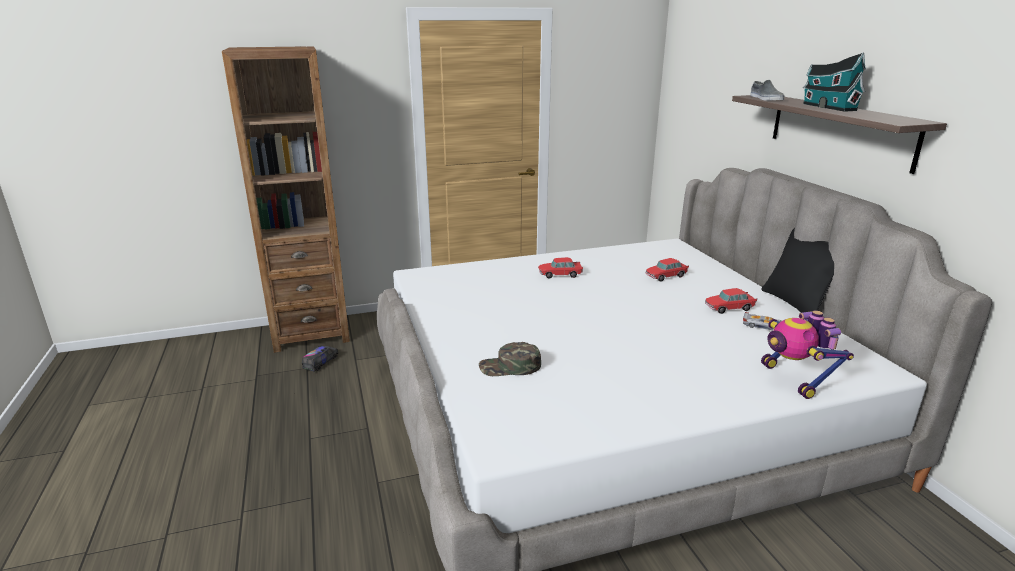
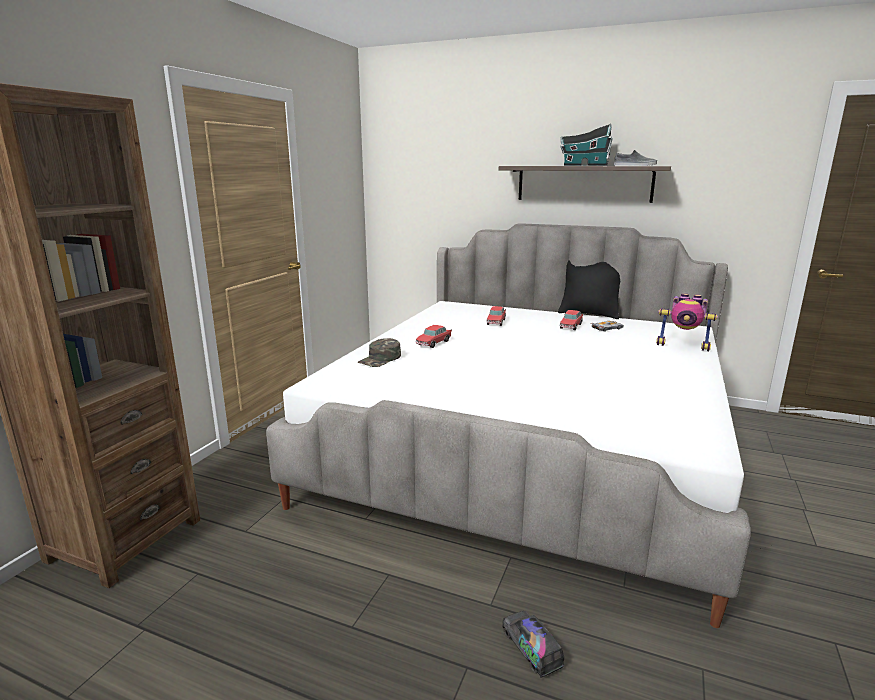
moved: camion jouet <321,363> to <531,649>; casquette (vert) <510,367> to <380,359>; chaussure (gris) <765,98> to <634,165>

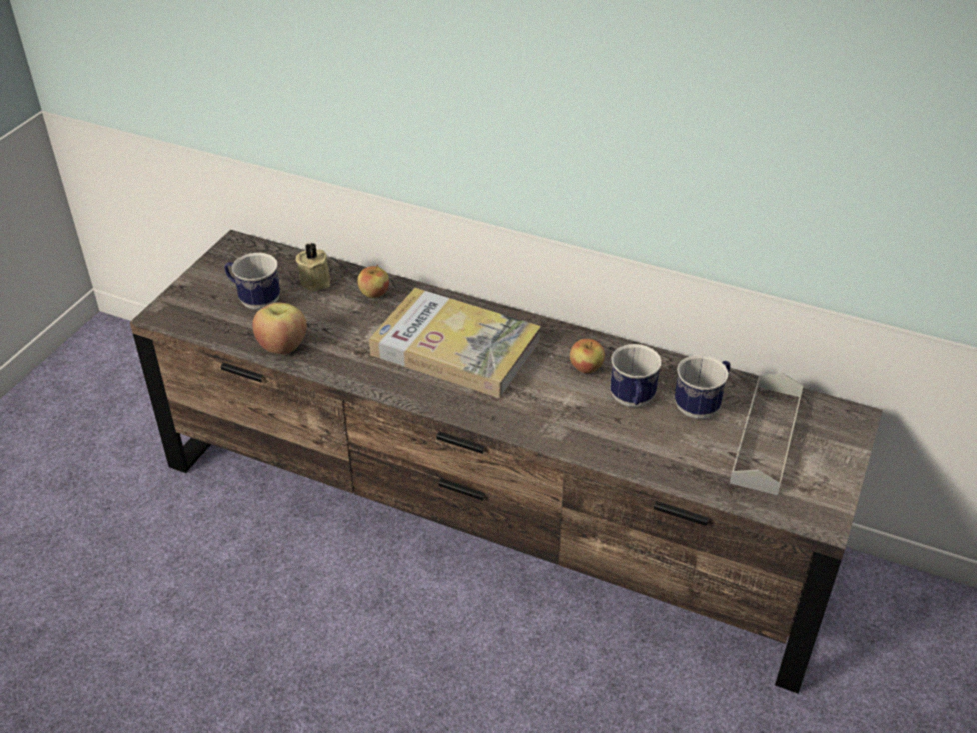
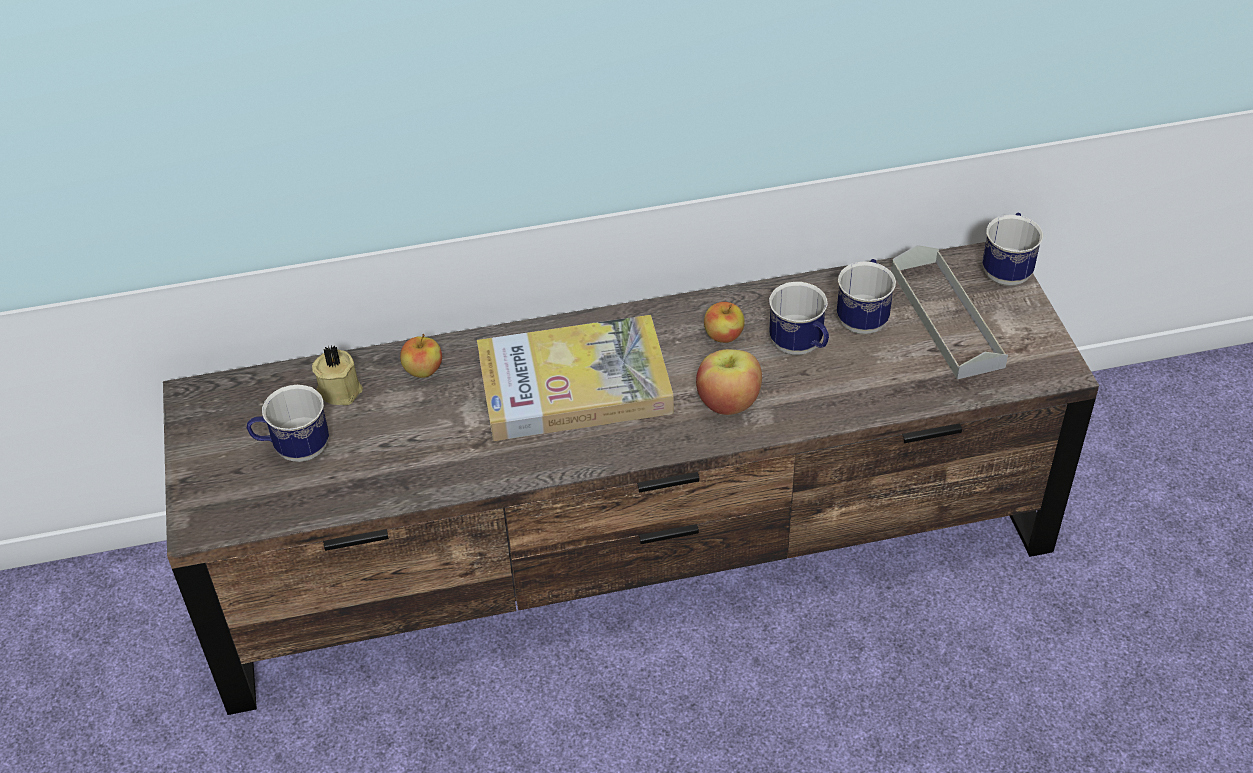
added: mug <1007,270>
moved: pomme <283,345> to <728,402>

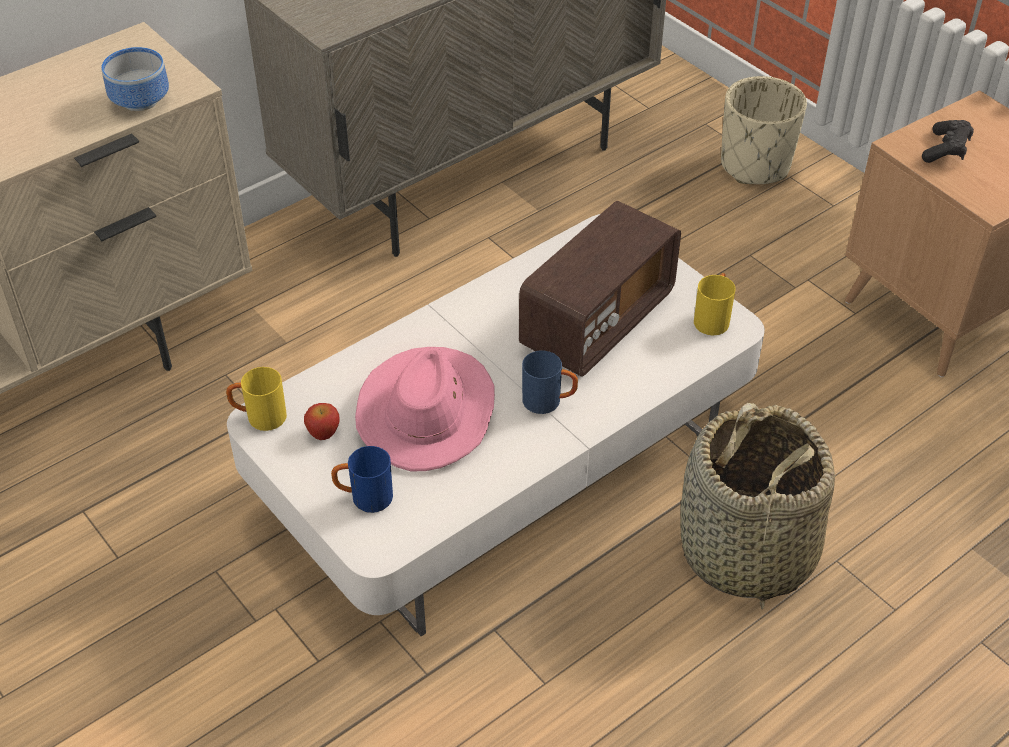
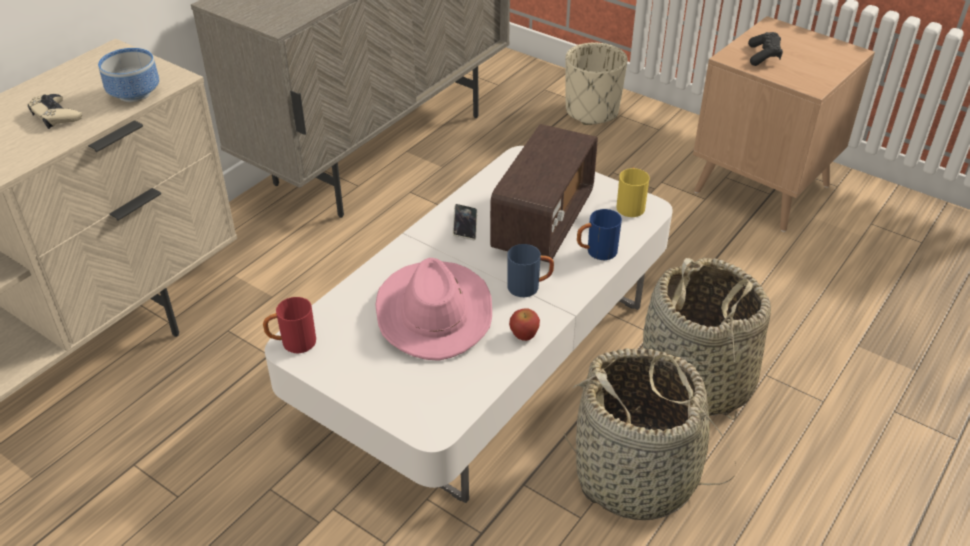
added: manette (beige) <56,115>; téléphone <465,225>; panier <637,476>
moved: pomme <323,432> to <524,334>; mug (bleu) <364,498> to <596,252>
recoloured: mug (jaune) <259,417> to mug (rouge) <292,343>

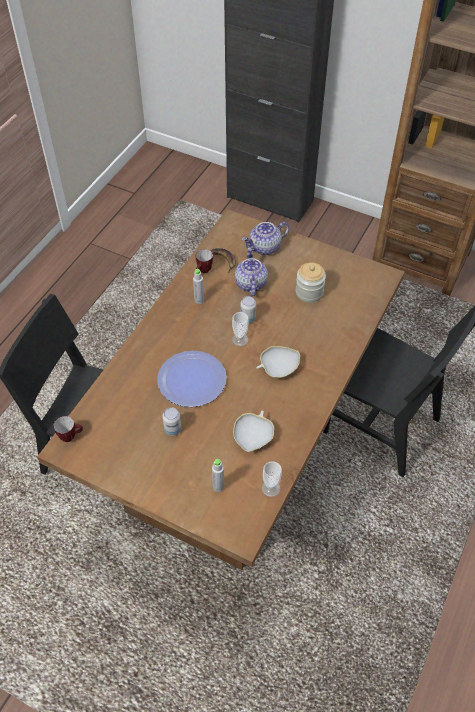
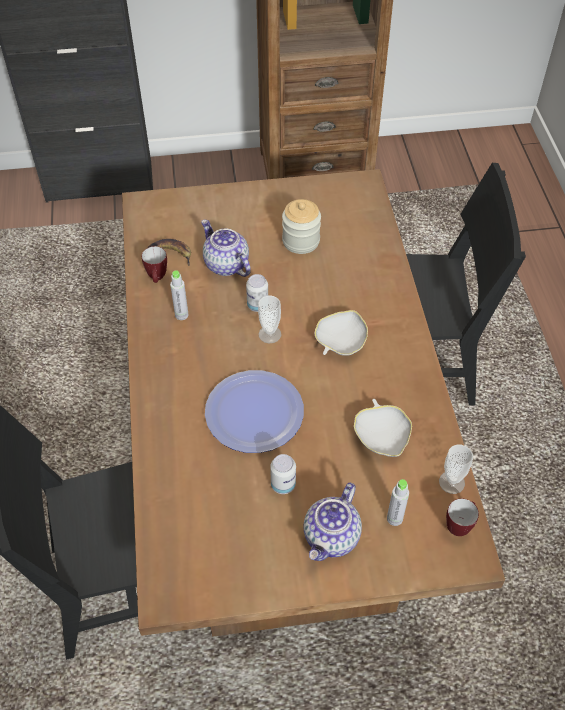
moved: mug <71,436> to <459,525>; théière <265,248> to <332,537>

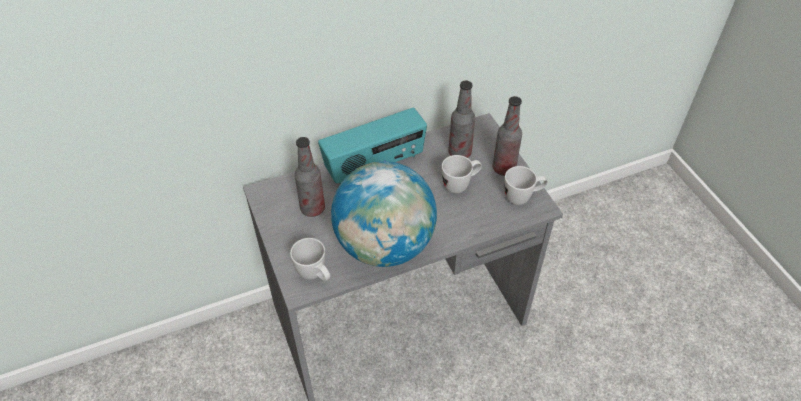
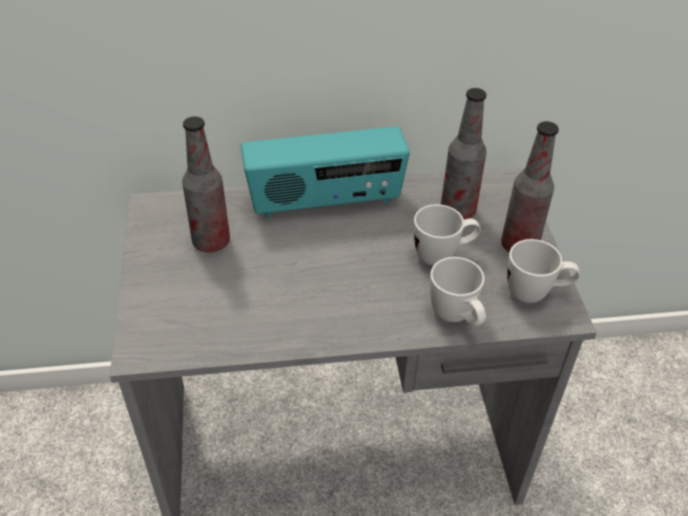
removed: globe <384,245>
moved: mug (blanc) <315,275> to <457,318>

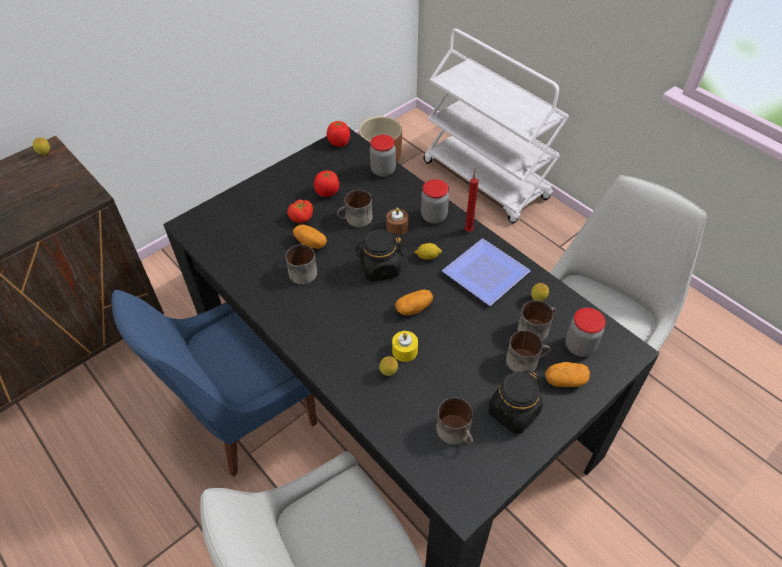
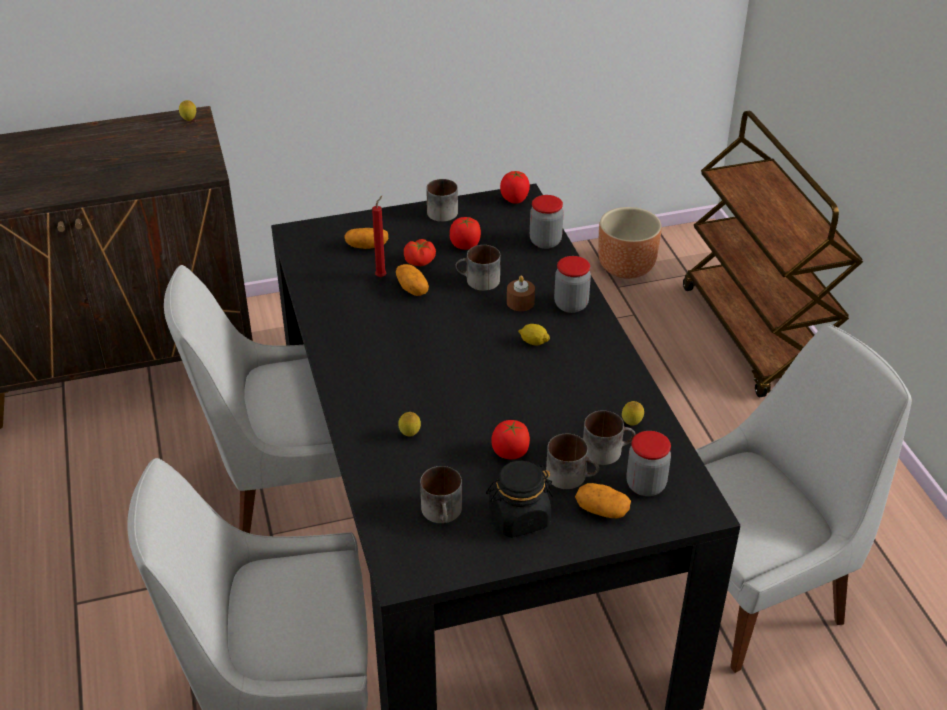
removed: bocal (noir) <380,268>; bougie (jaune) <404,351>; assiette <485,276>
added: tomate <510,453>
moved: mug <300,271> to <441,210>; pomme de terre <414,308> to <367,246>; bougie (rouge) <468,229> to <382,276>
recoloured: chaise (bleu) <244,414> to chaise (blanc) <289,492>; chariot (blanc) <486,180> to chariot (marron) <756,335>

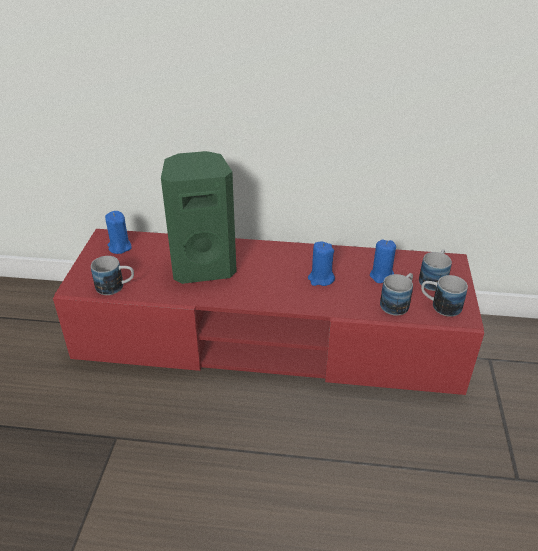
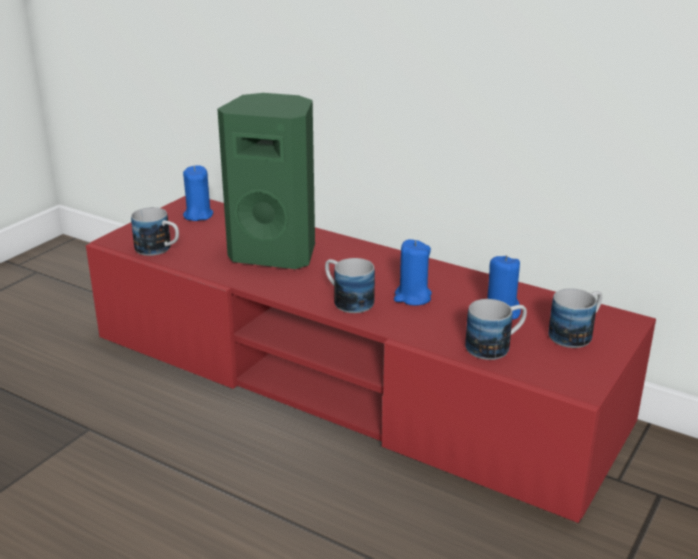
moved: mug <440,306> to <347,300>

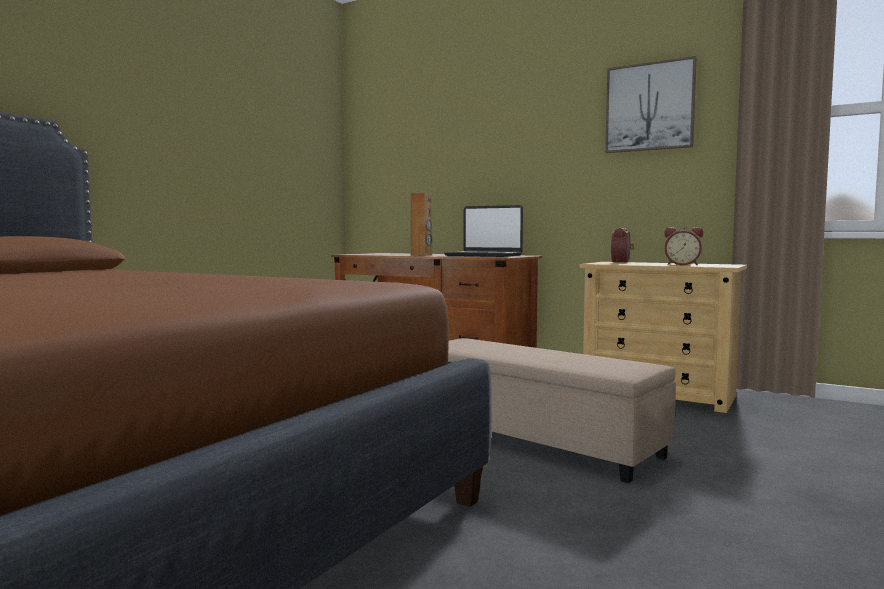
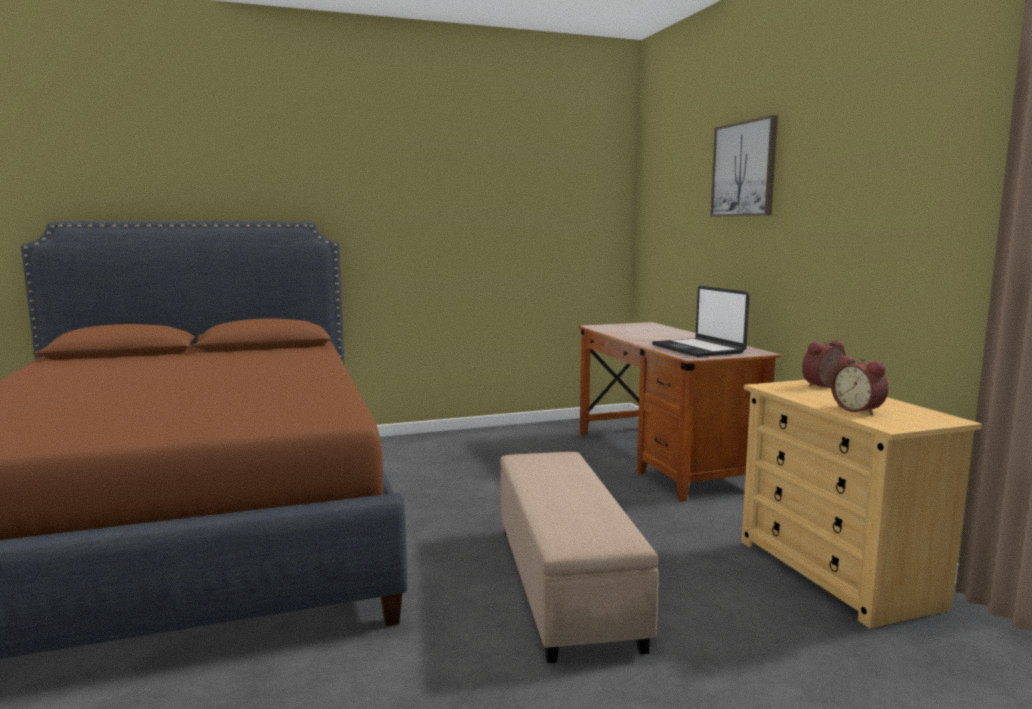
removed: enceinte (marron) <421,255>
moved: tableau <650,107> to <744,169>

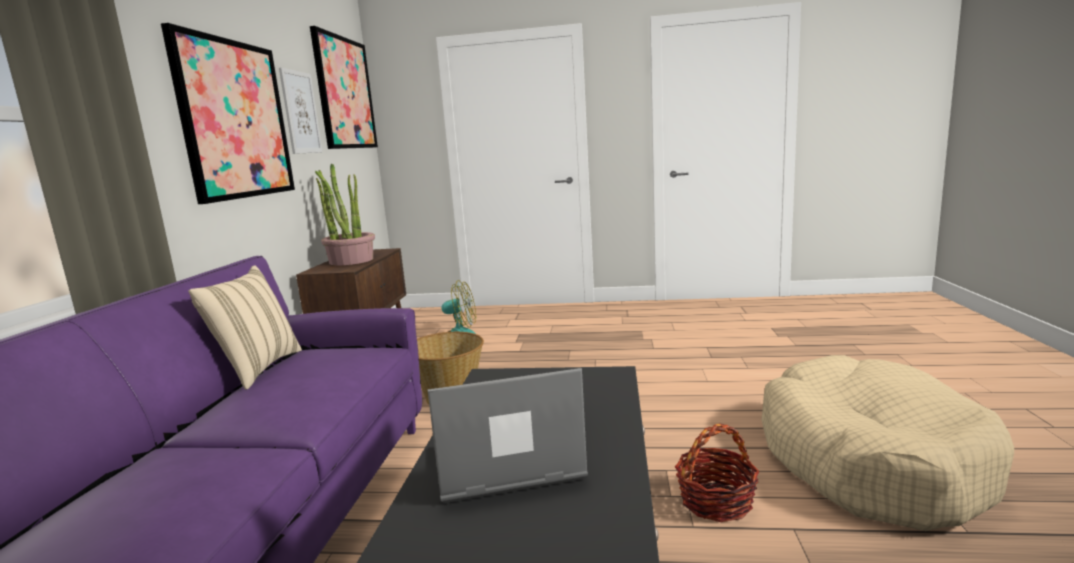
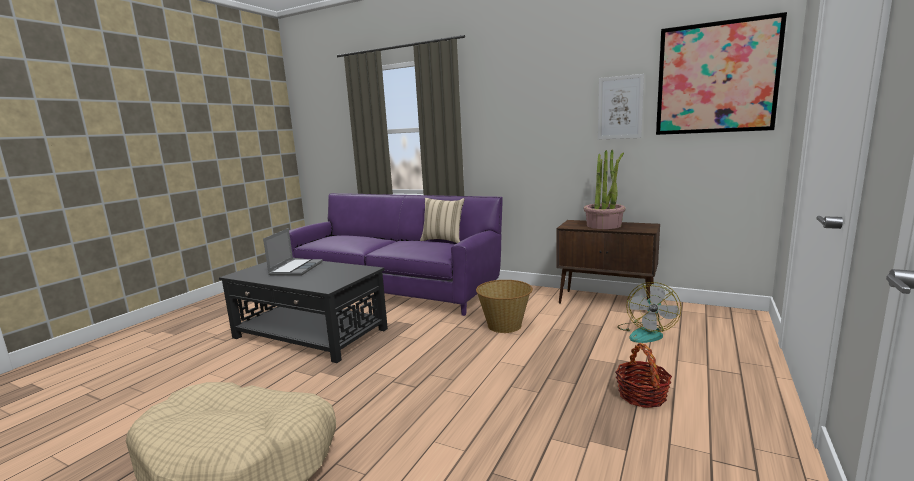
removed: tableau <235,120>
moved: panier <716,501> to <642,395>

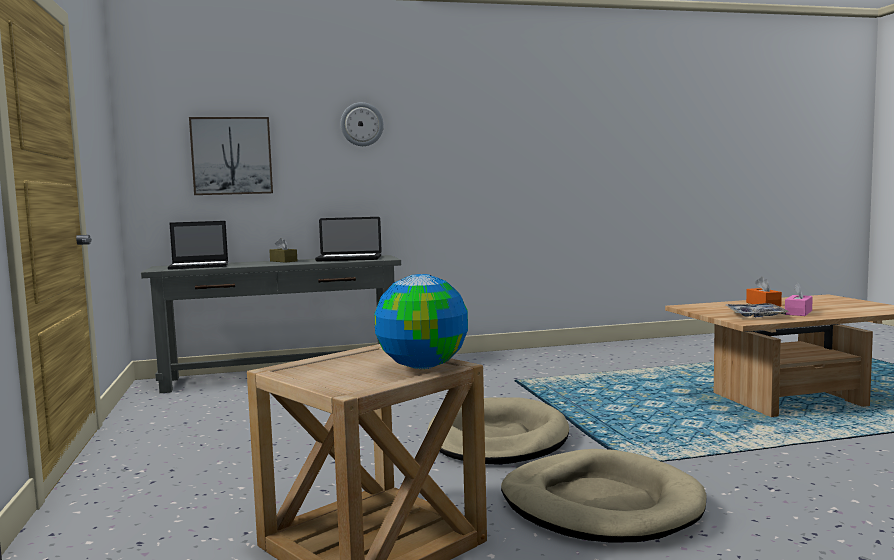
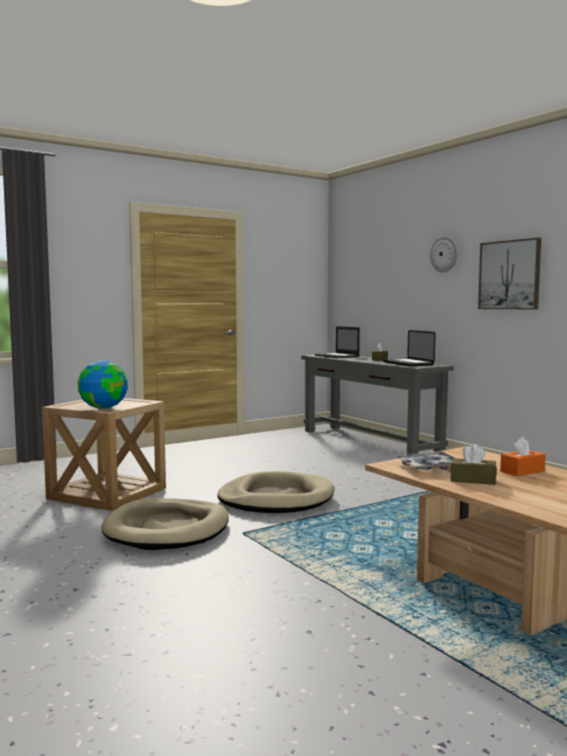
moved: tableau <231,156> to <509,275>
recoloured: boîte à mouchoirs (rose) <798,312> to boîte à mouchoirs (marron) <472,480>

